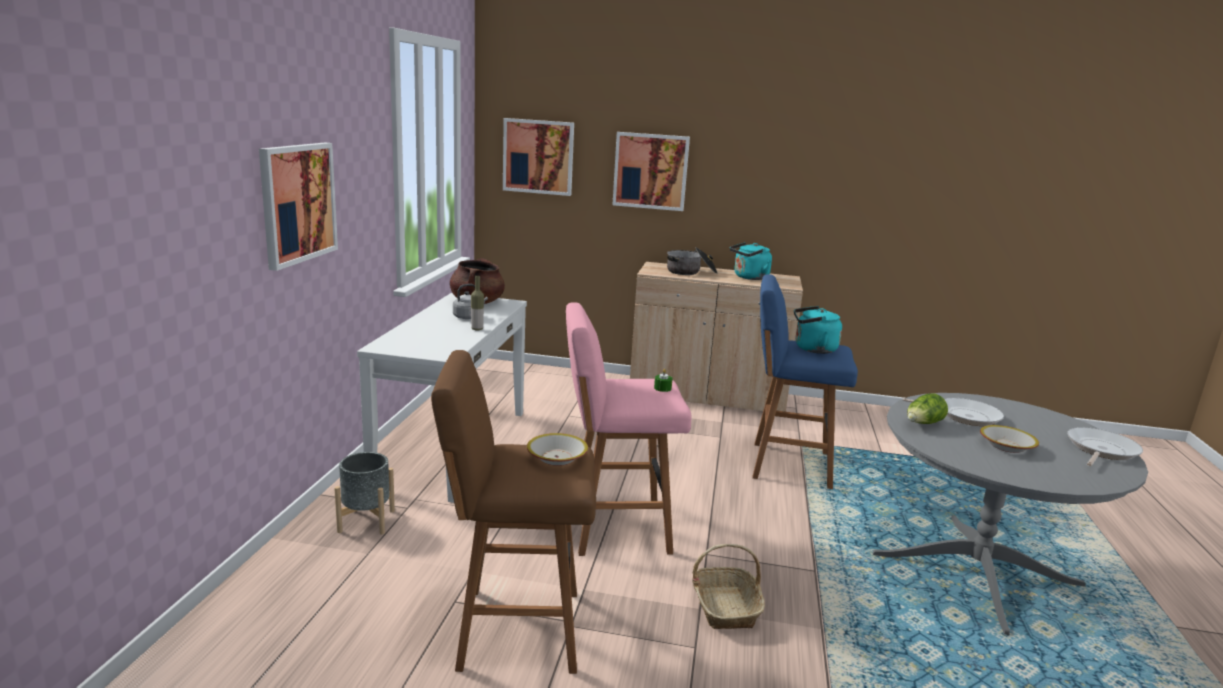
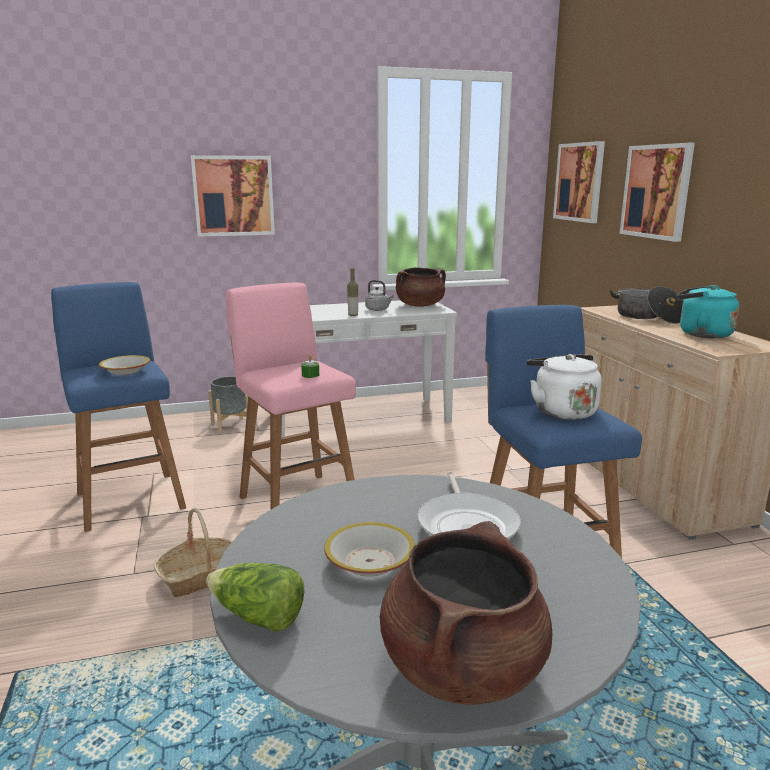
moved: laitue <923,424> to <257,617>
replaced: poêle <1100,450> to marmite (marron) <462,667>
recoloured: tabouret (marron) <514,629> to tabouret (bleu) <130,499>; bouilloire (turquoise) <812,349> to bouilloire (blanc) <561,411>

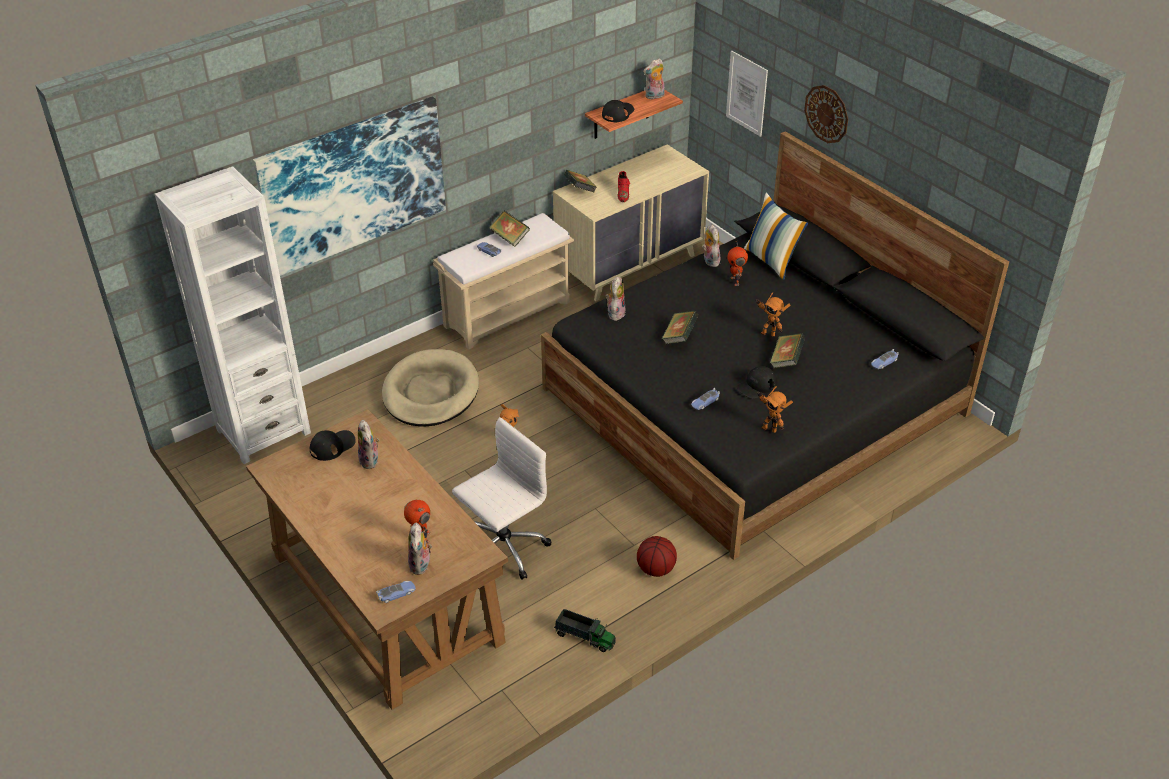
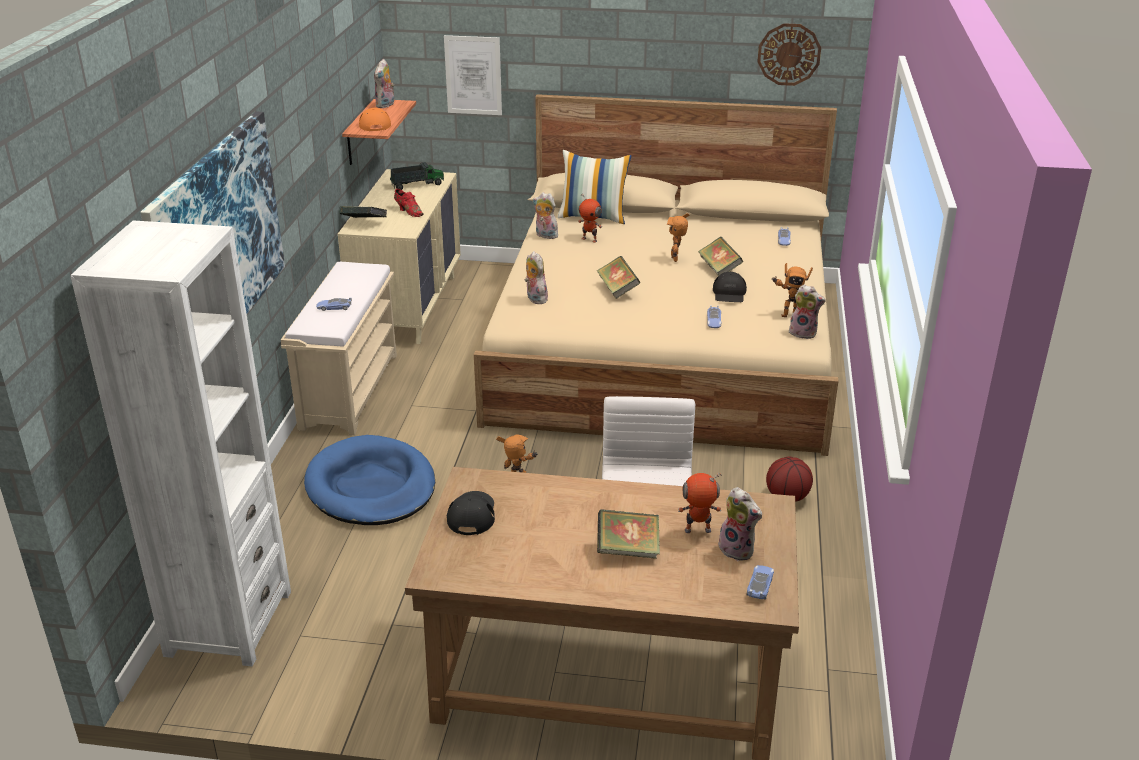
moved: peluche <371,461> to <804,333>; livre <510,238> to <628,550>; camion jouet <585,637> to <417,185>; horloge murale <826,114> to <789,54>
recoloured: panier pour chien (beige) <430,392> to panier pour chien (bleu) <371,487>; lit (noir) <754,401> to lit (beige) <664,347>; casquette (noir) <618,113> to casquette (orange) <374,124>
turned: robot jouet <768,333> = <676,259> 105 degrees clockwise

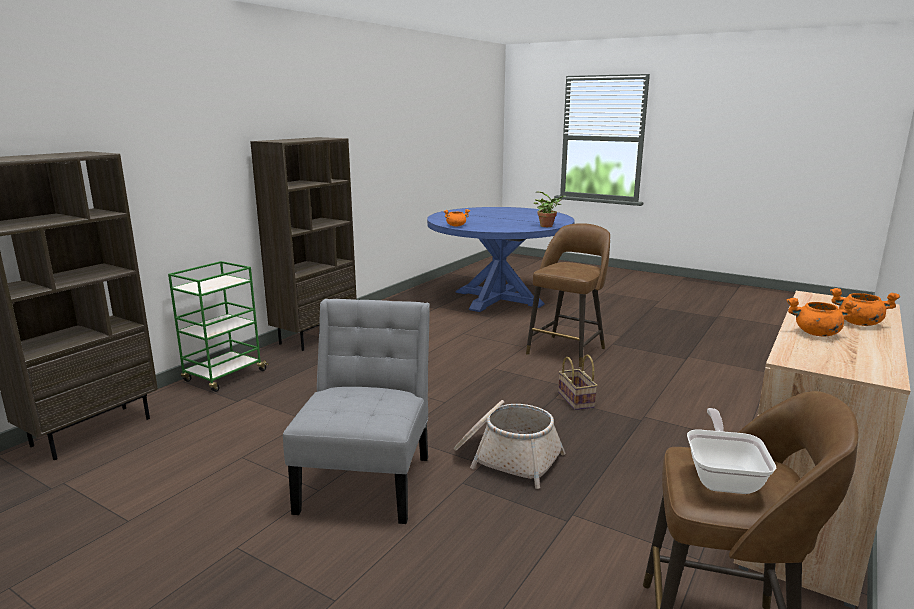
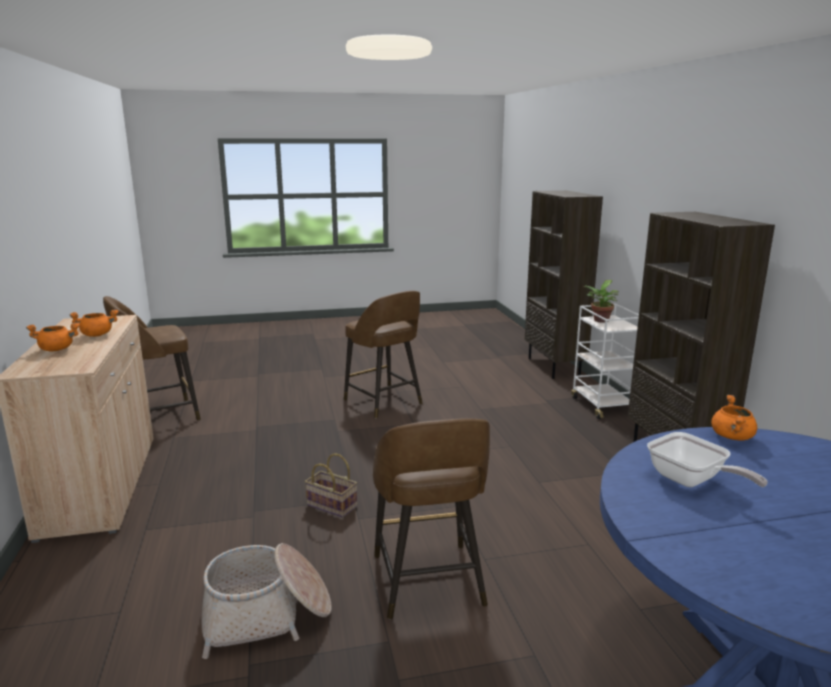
moved: panier <506,457> to <267,615>; plante en pot <548,226> to <599,321>; poêle <723,477> to <691,481>
replaced: chaise (gris) <368,479> to tabouret (marron) <384,402>
recoloured: chariot (vert) <224,376> to chariot (blanc) <602,405>

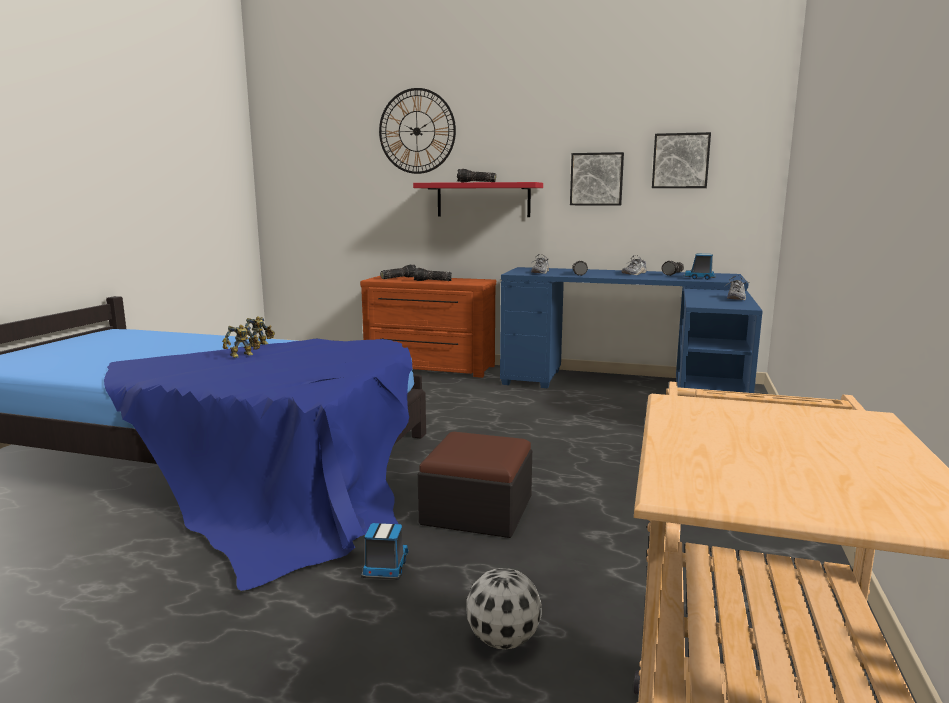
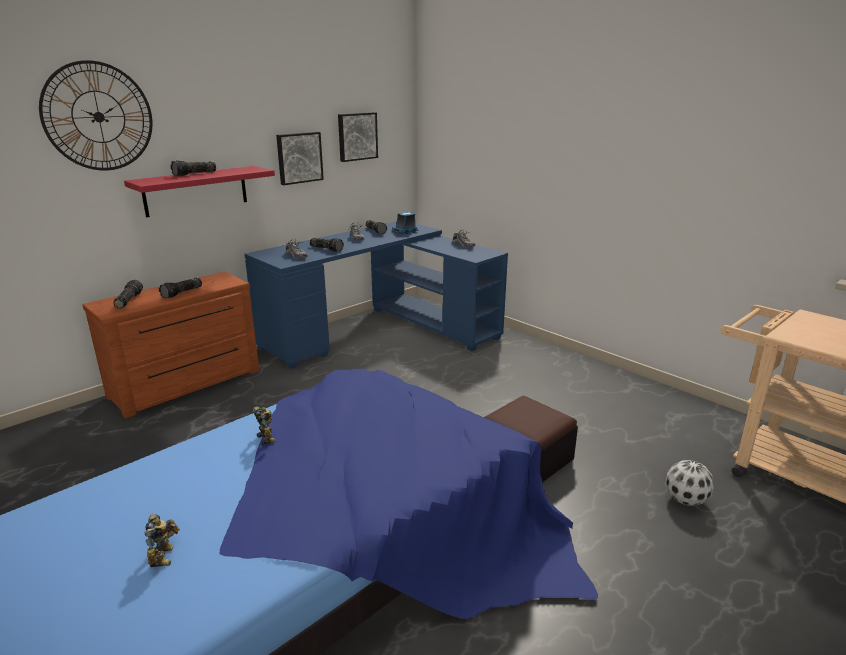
removed: camion jouet <385,568>
moved: robot jouet <243,356> to <165,555>

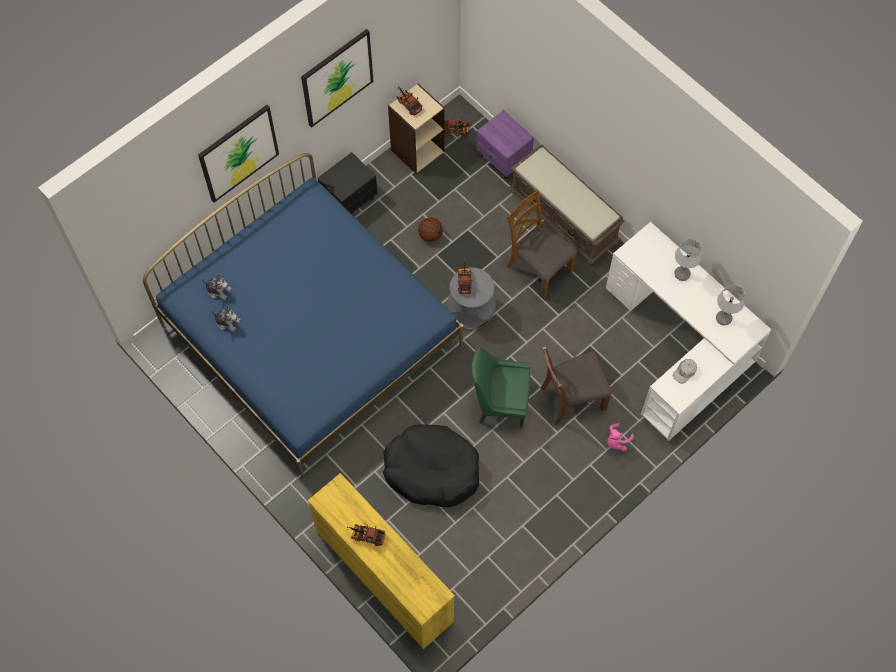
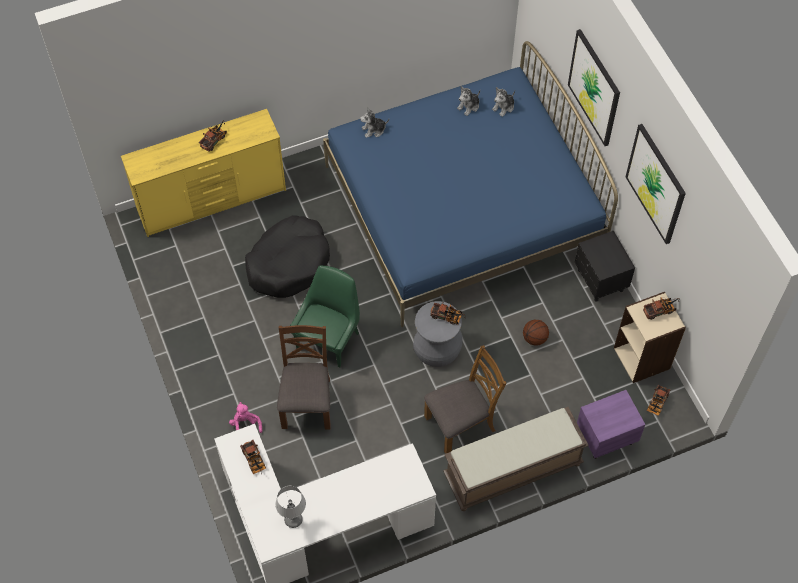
removed: lampe de table <682,274>
added: peluche <374,130>
replaced: casquette (blanc) <684,372> to camion jouet <254,461>

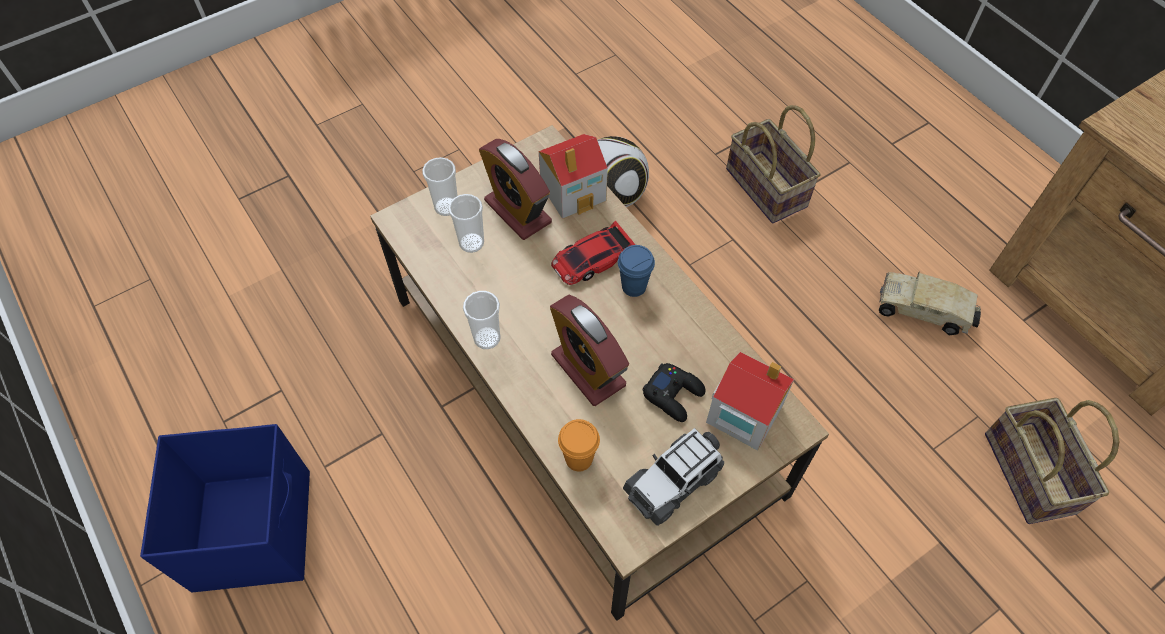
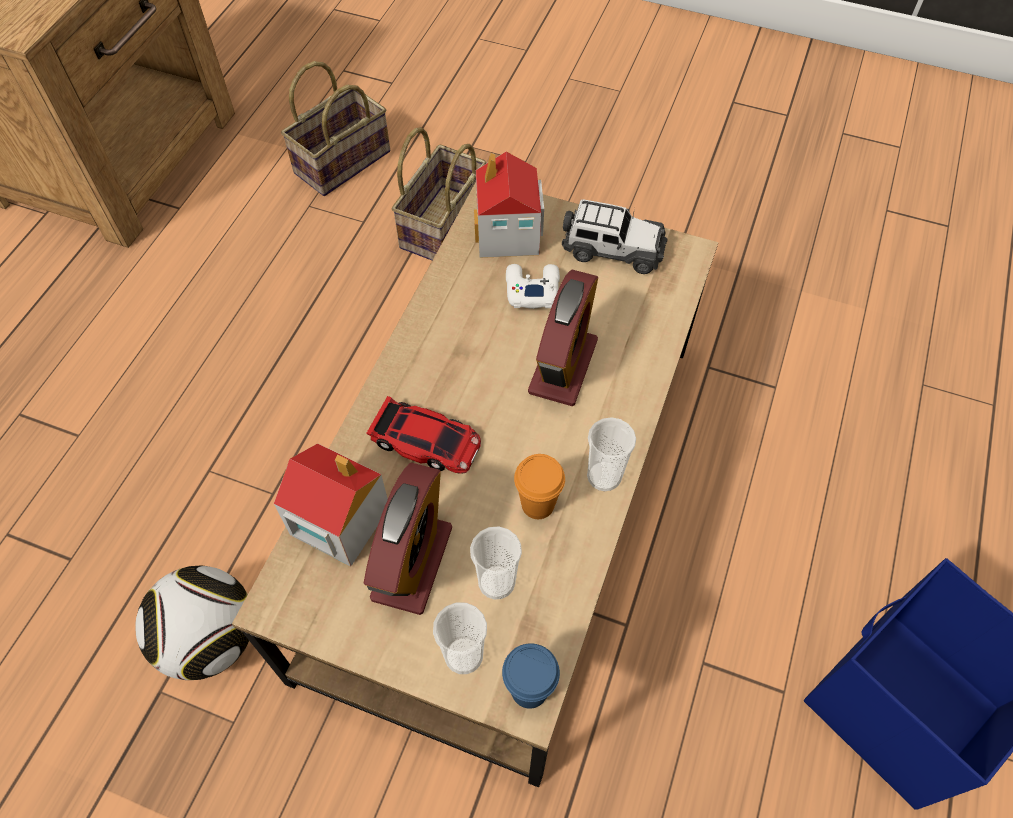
removed: camion jouet <924,311>
moved: tasse (orange) <579,458> to <537,504>; tasse (bleu) <634,286> to <529,689>; panier <769,188> to <442,223>
recoloured: manette (noir) <674,395> to manette (blanc) <531,289>

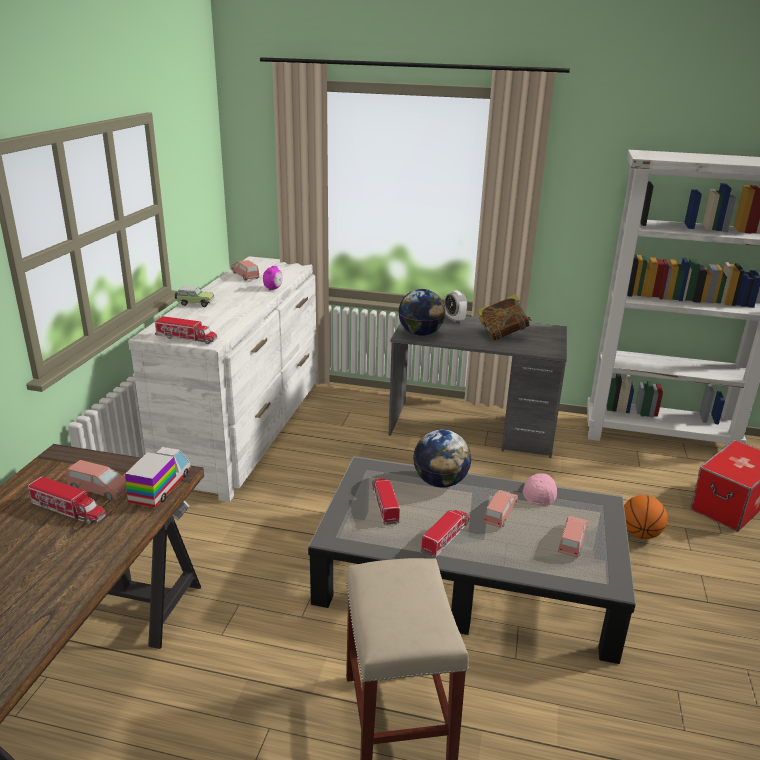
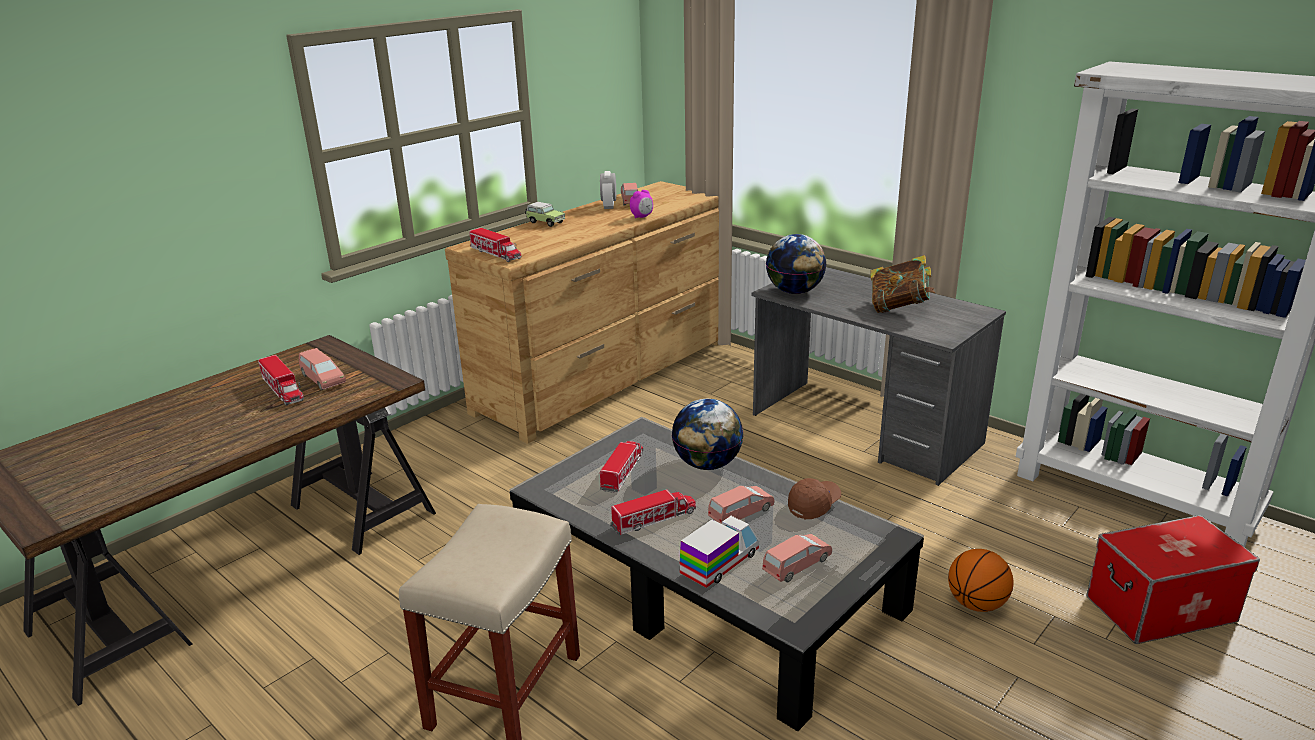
moved: camion jouet <161,487> to <719,563>; réveil <454,319> to <609,206>
recoloured: commode (blanc) <246,428> to commode (marron) <606,375>; casquette (rose) <539,493> to casquette (marron) <814,505>

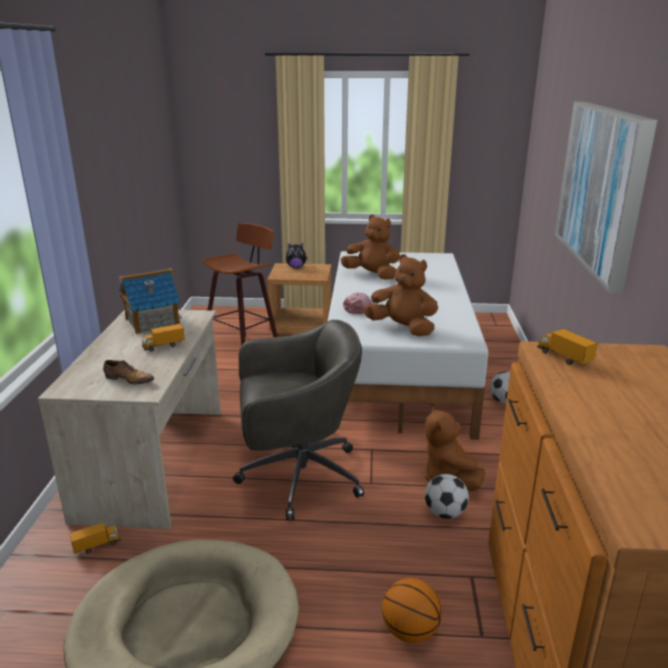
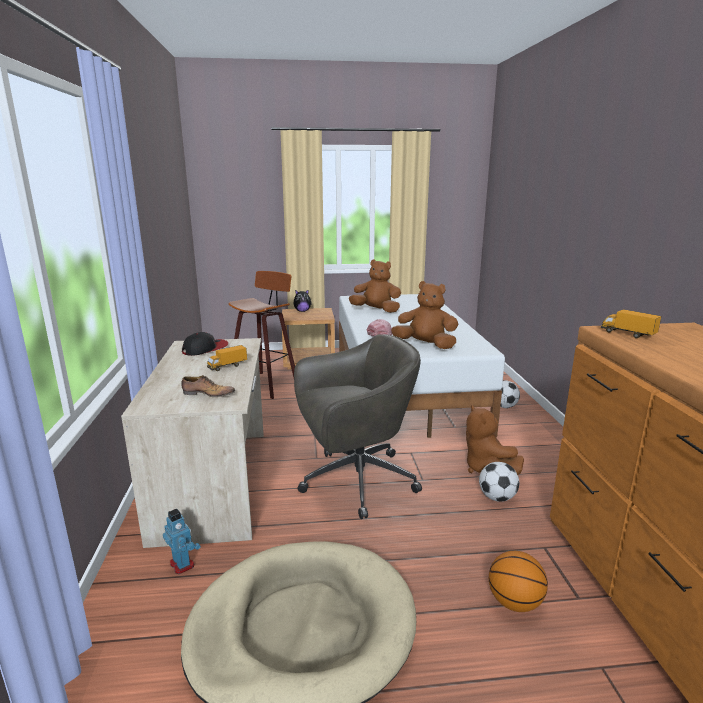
removed: tableau <602,188>
replaced: camion jouet <97,546> to robot jouet <183,564>; maison miniature <152,322> to casquette <205,349>

